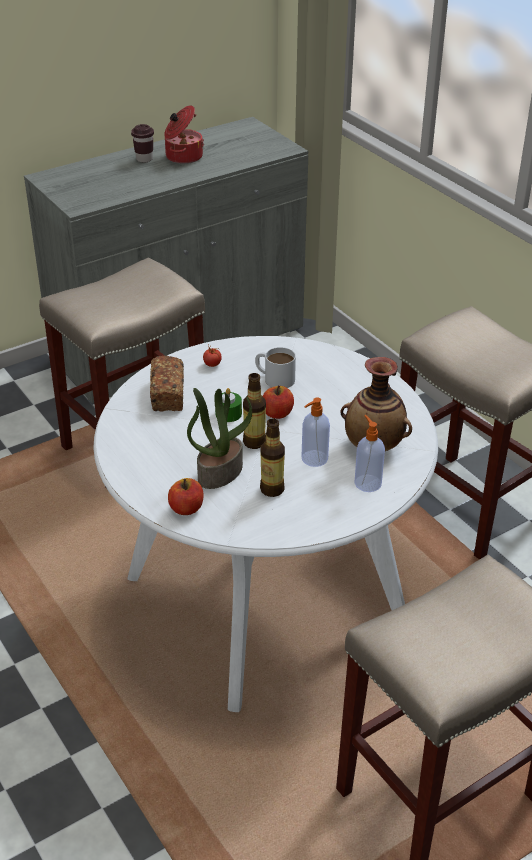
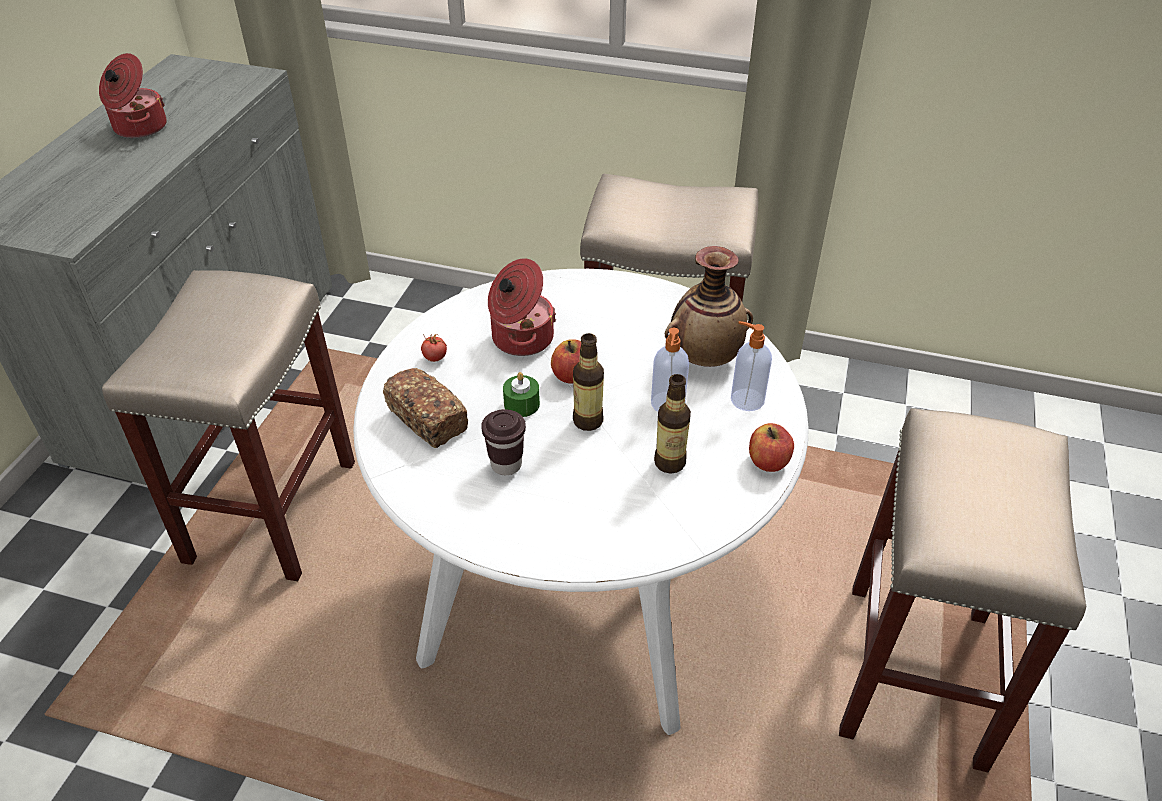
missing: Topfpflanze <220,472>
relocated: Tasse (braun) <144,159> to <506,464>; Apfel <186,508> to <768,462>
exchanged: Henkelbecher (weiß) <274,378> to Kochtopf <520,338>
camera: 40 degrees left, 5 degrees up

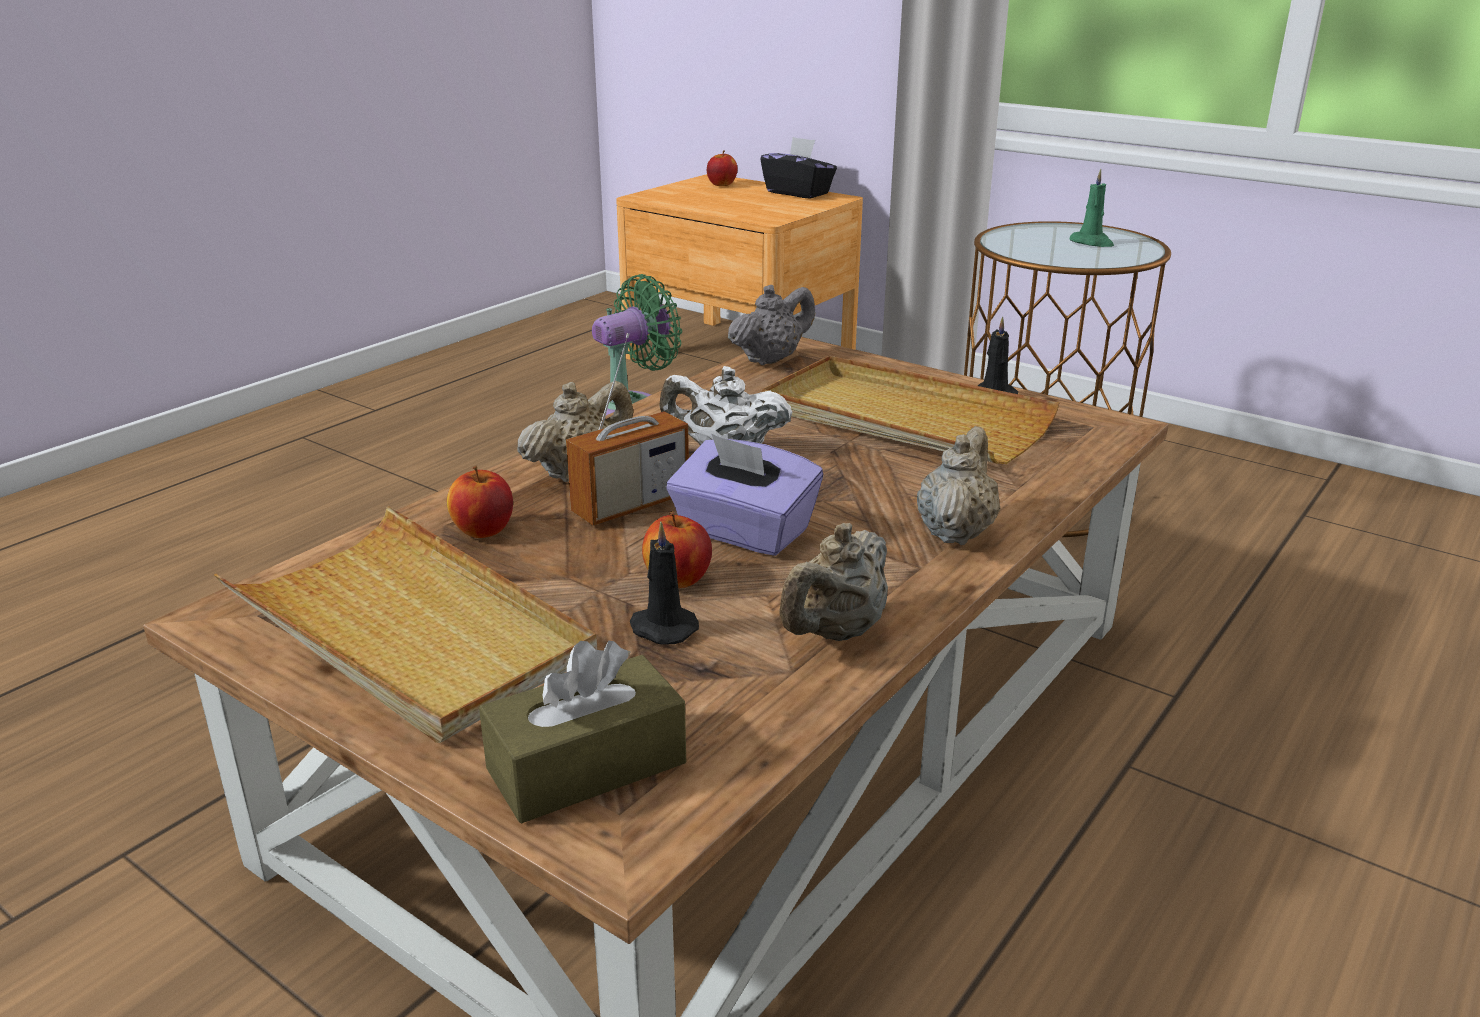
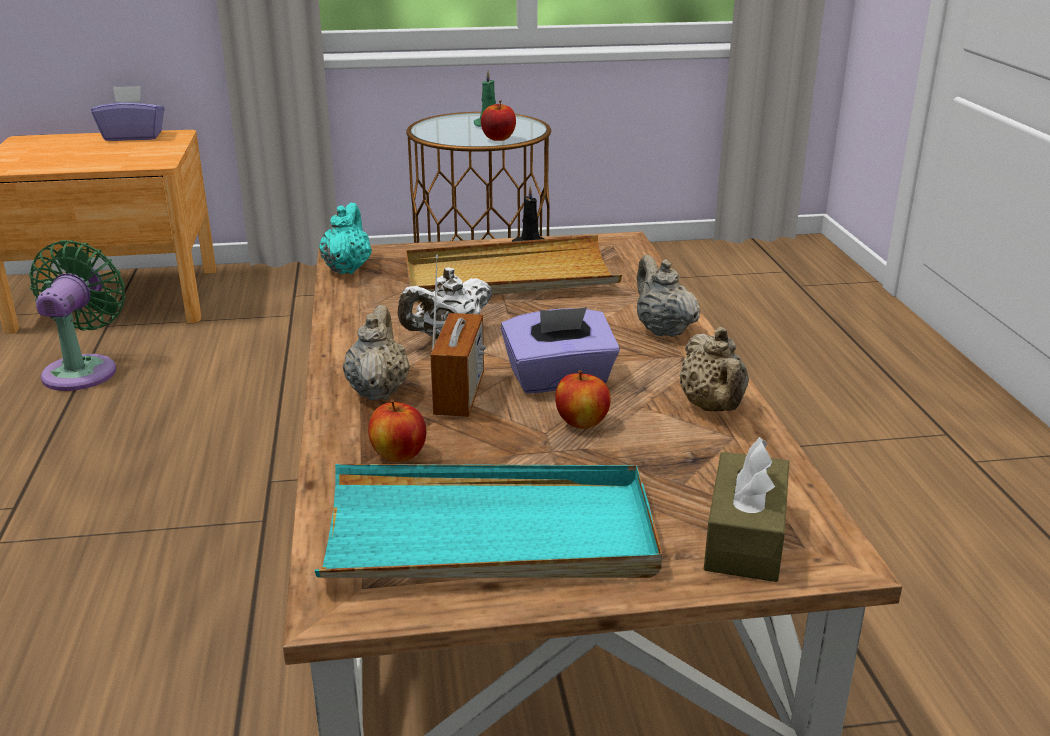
missing: Kerze (schwarz) <661,628>
relocated: Apfel <722,185> to <498,139>
colour: Tablett (beige) <409,629> to Tablett (türkis) <490,534>; Teekanne (grau) <771,360> to Teekanne (türkis) <347,268>; Taschentuchbox (schwarz) <798,193> to Taschentuchbox (lila) <133,136>
camera: 45 degrees left, 0 degrees up

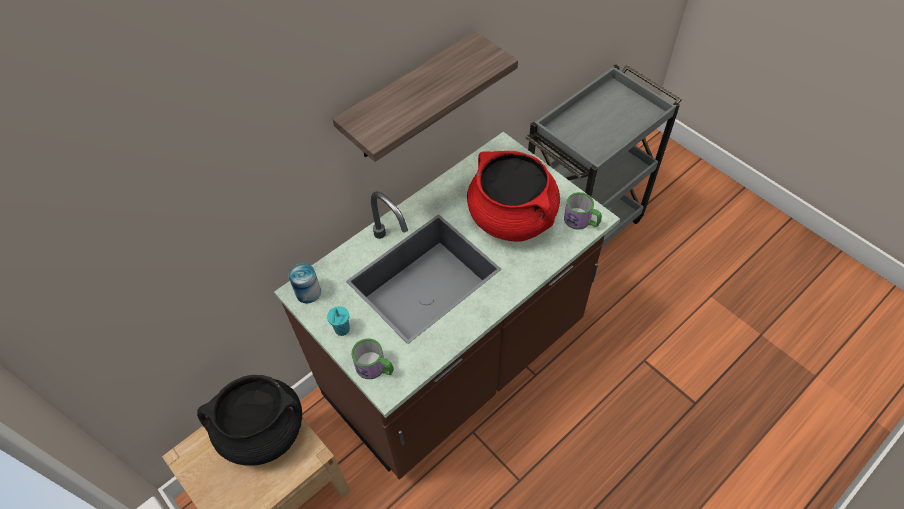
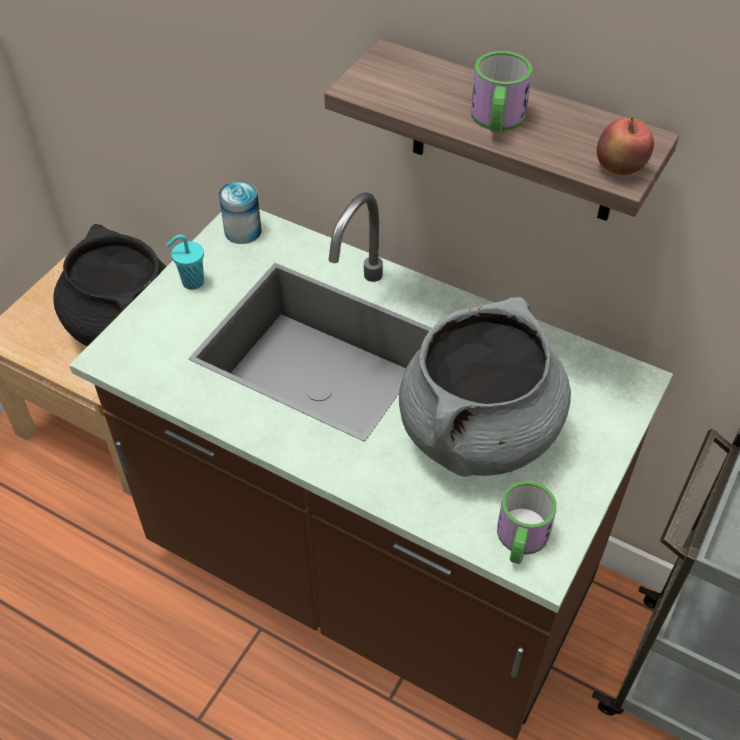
appeared: Apfel <619,169>
relocated: Henkelbecher <375,368> to <497,120>
colour: Kochtopf (rot) <512,218> to Kochtopf (grau) <478,432>
camera: 70 degrees right, 5 degrees down

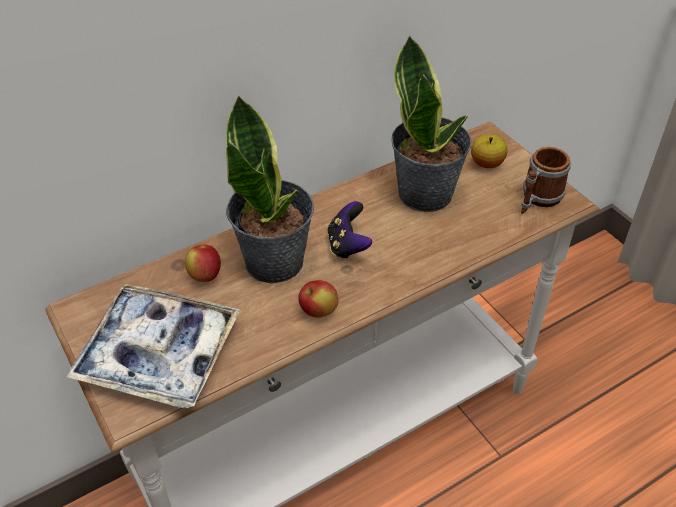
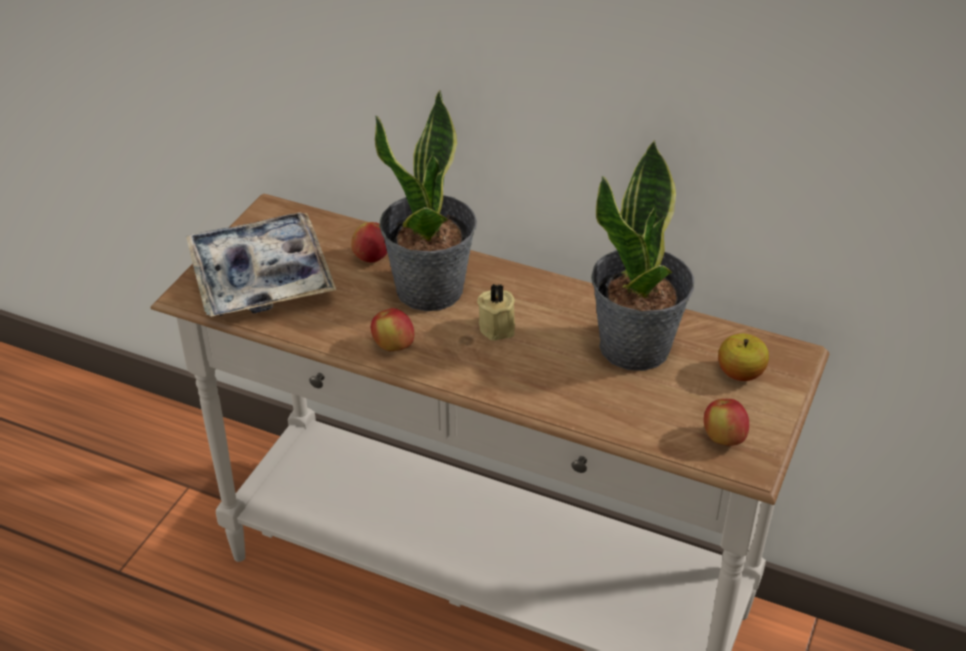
exchanged: Gamepad <348,246> to Kerze (beige) <498,326>; Henkelbecher <537,199> to Apfel <723,438>
camera: 55 degrees right, 5 degrees down

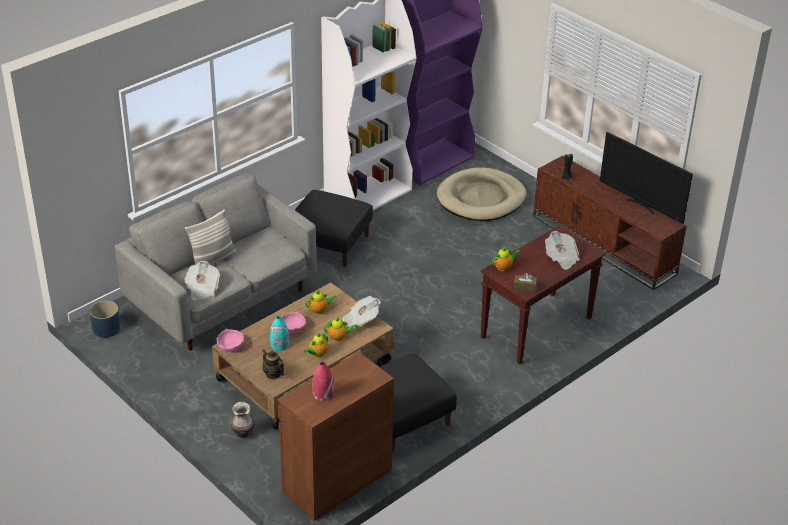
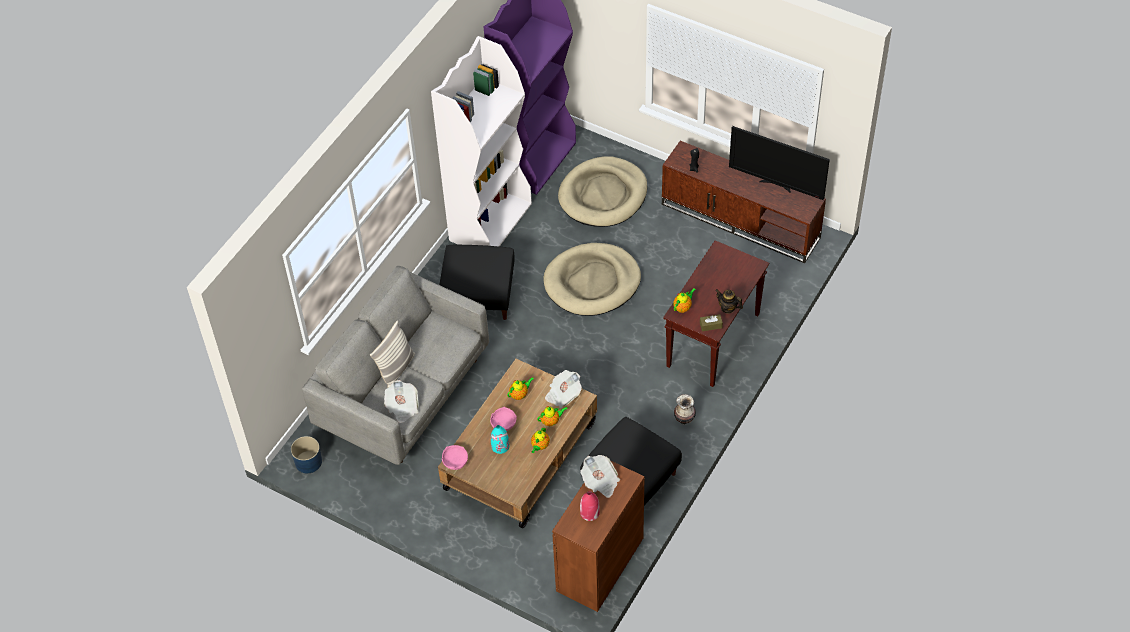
appeared: Hundebett (beige) <592,282>
relocated: Vase <243,433> to <684,419>; Teekanne <273,374> to <728,308>; Zeitung <561,258> to <600,482>
camera: 15 degrees left, 15 degrees up

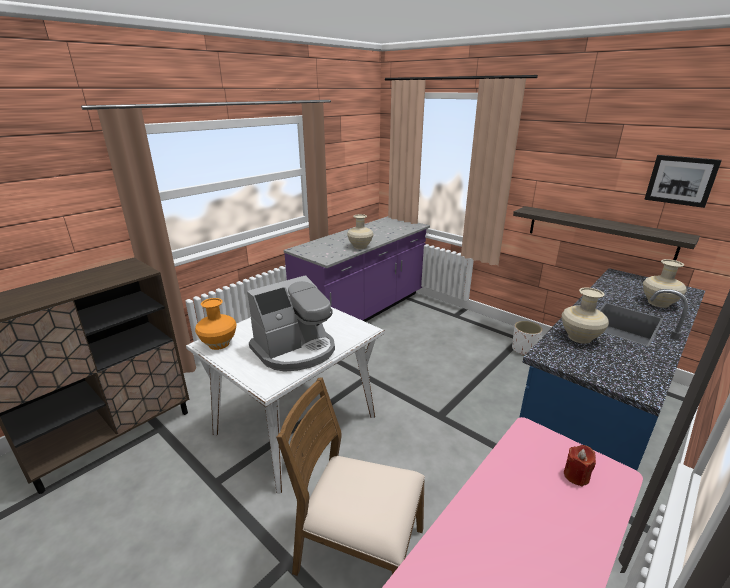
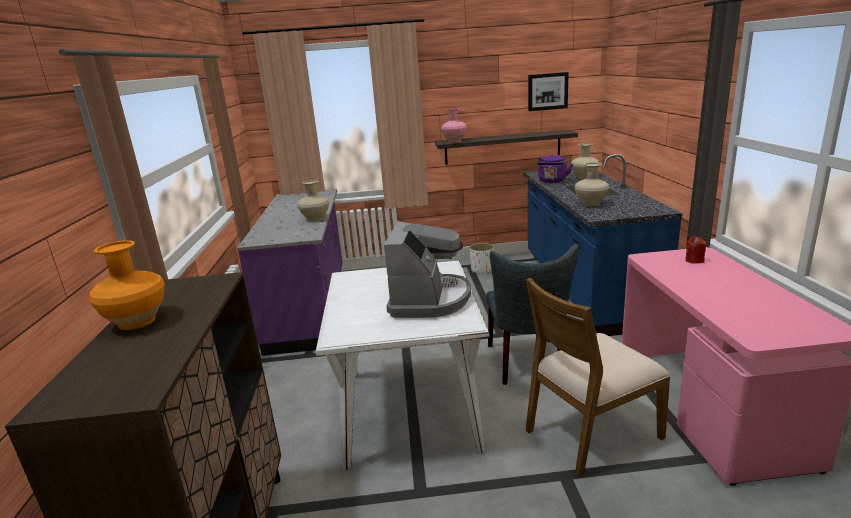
appeared: Vase (rosa) <454,141>; Stuhl (grau) <528,364>; Wasserkessel (lila) <552,181>
relocated: Vase (orange) <219,344> to <137,321>
camera: 45 degrees left, 5 degrees down

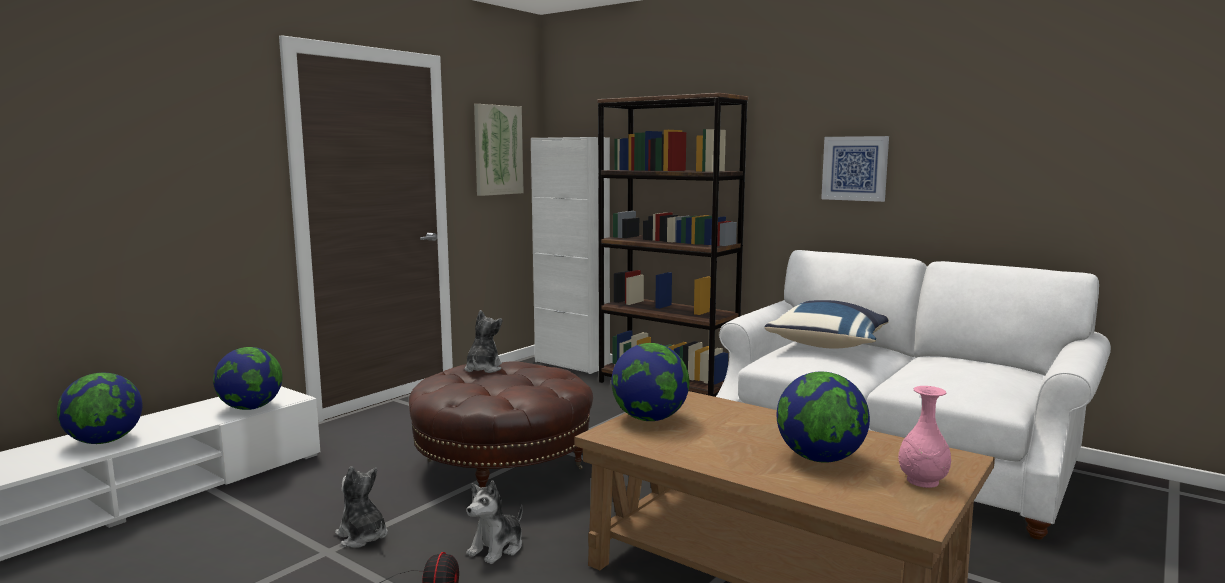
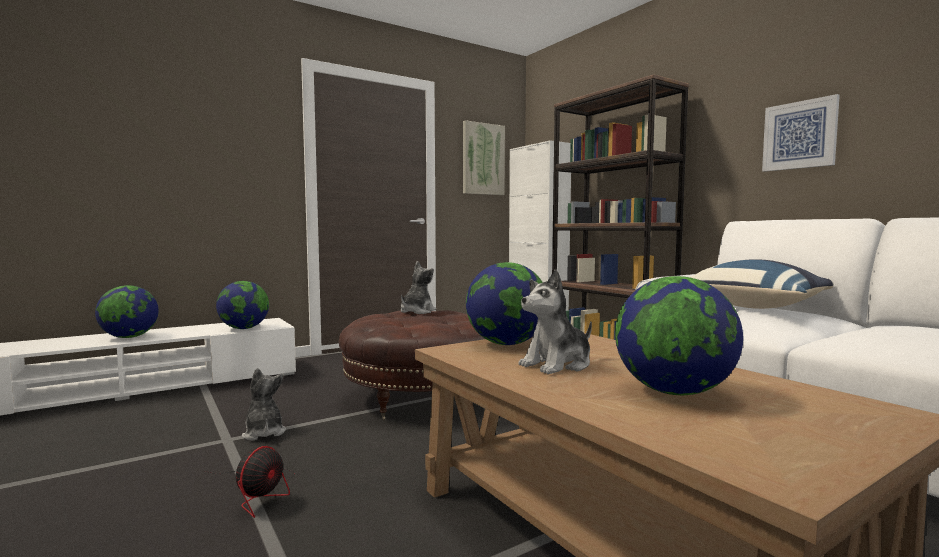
missing: Vase (rosa) <922,481>
relocated: Plüschtier <497,548> to <557,365>
camera: 20 degrees right, 5 degrees down

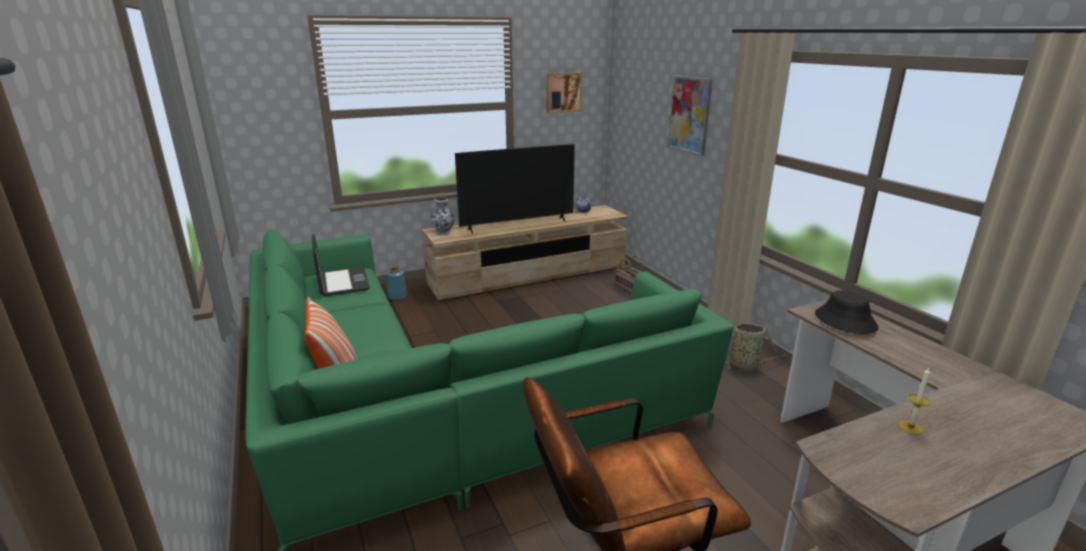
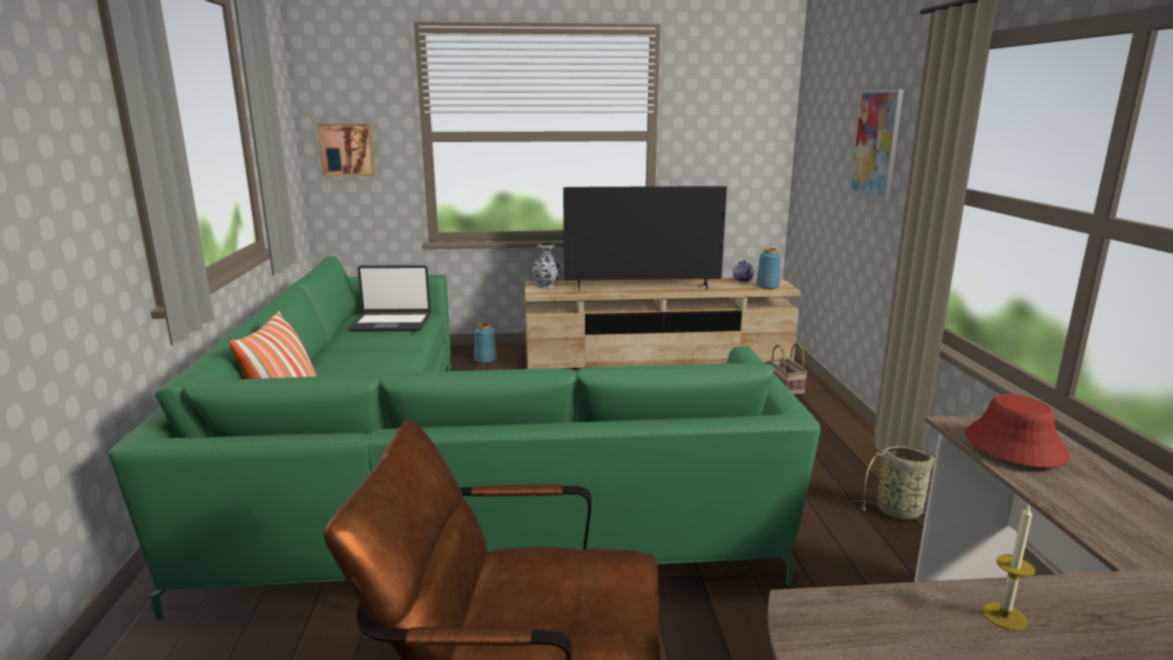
appeared: Vase (blau) <767,286>
relocated: Bild <563,92> to <347,150>
colour: Hut (schwarz) <845,321> to Hut (rot) <1014,445>
spun: Laptop <342,283> = <391,323> 90 degrees clockwise
camera: 20 degrees right, 5 degrees down

